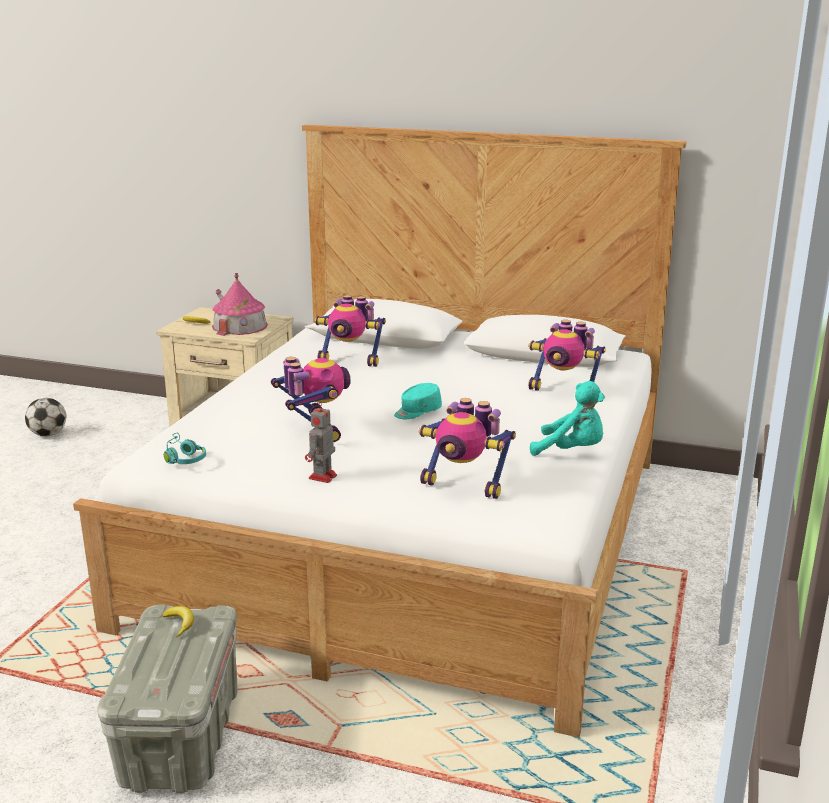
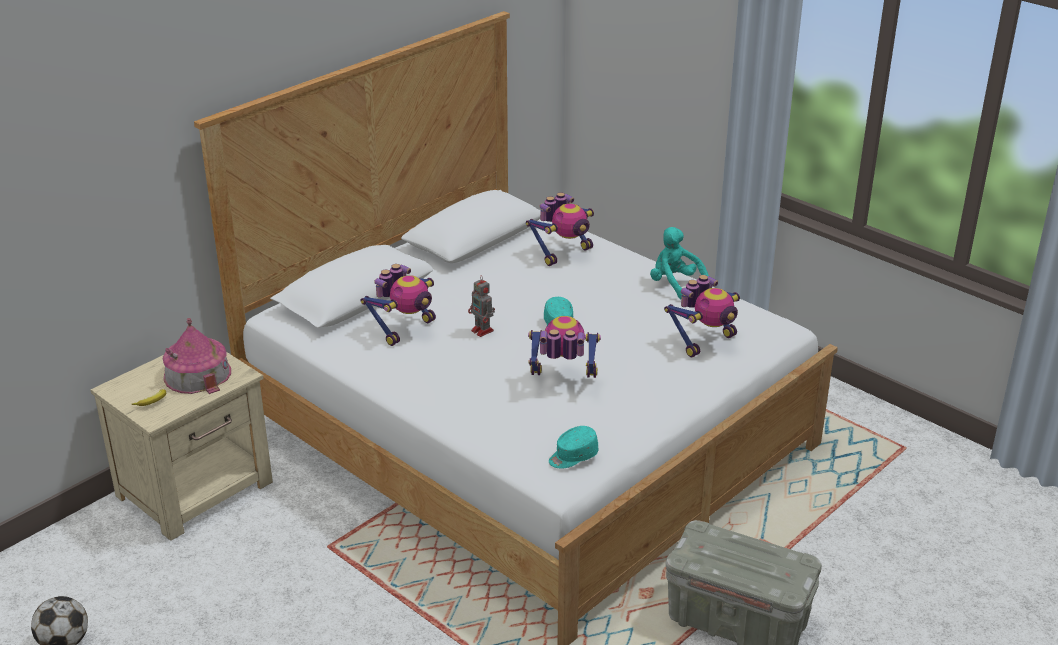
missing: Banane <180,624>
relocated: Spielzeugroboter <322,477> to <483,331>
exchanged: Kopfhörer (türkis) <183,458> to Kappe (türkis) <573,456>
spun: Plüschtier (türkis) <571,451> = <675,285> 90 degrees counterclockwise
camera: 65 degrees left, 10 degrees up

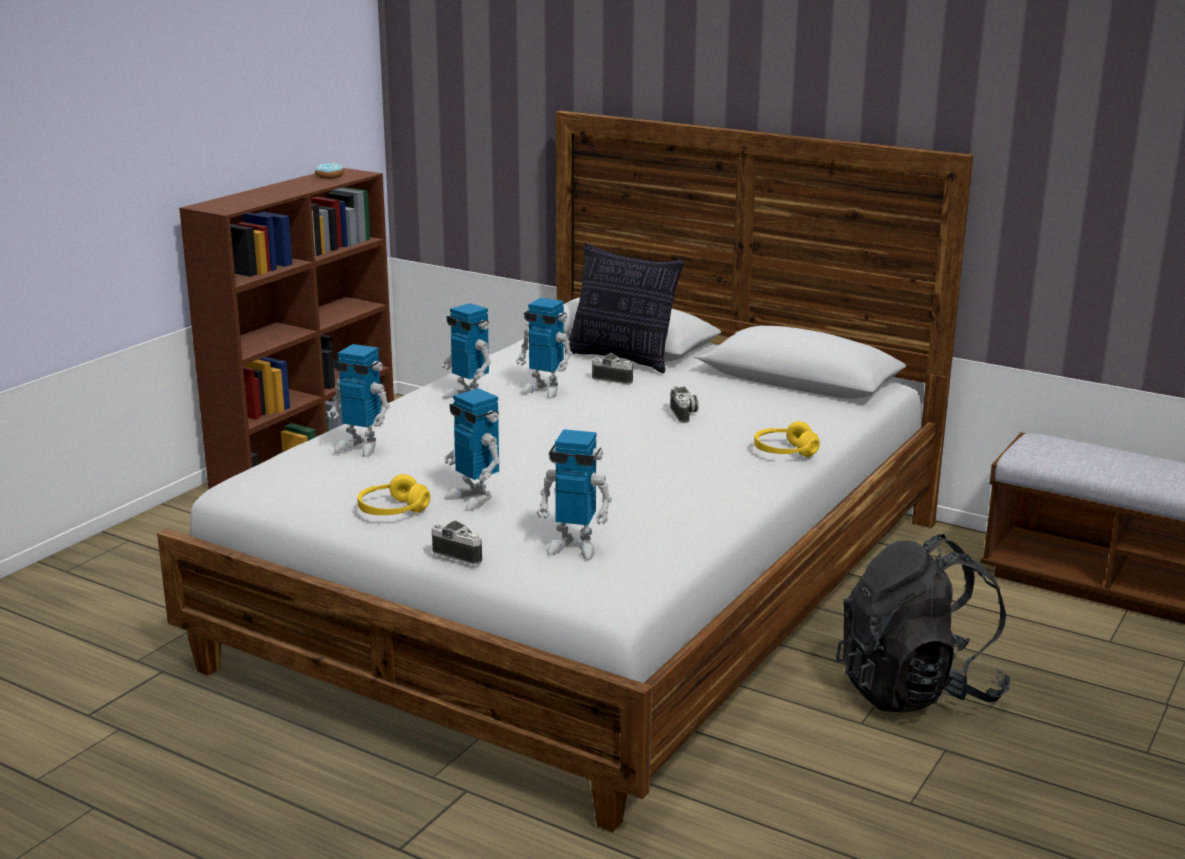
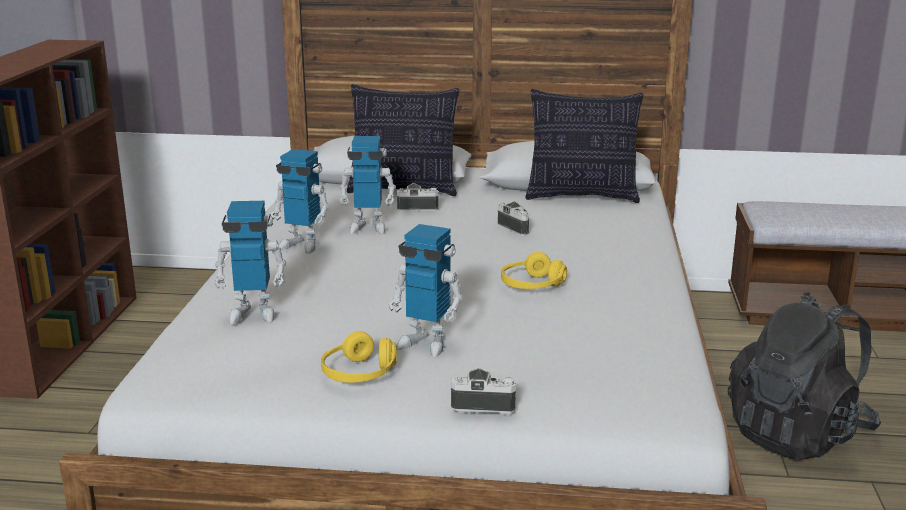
missing: Donut <329,176>; Spielzeugroboter <574,547>
appeared: Kissen <582,196>
relocated: Kopfhörer (gelb) <784,452> to <532,285>
camera: 25 degrees left, 0 degrees up

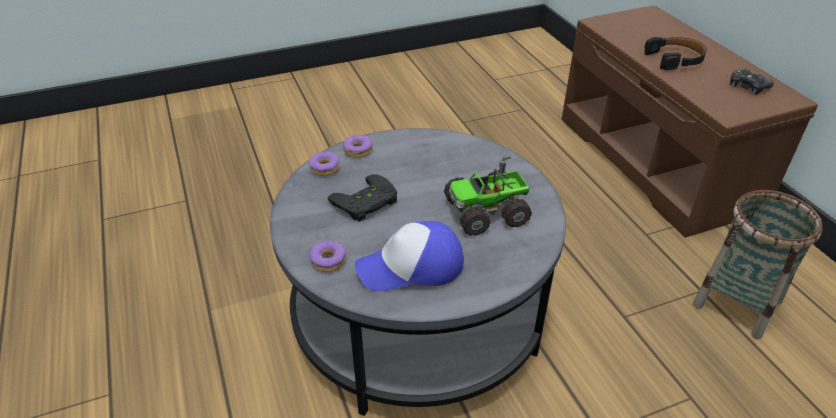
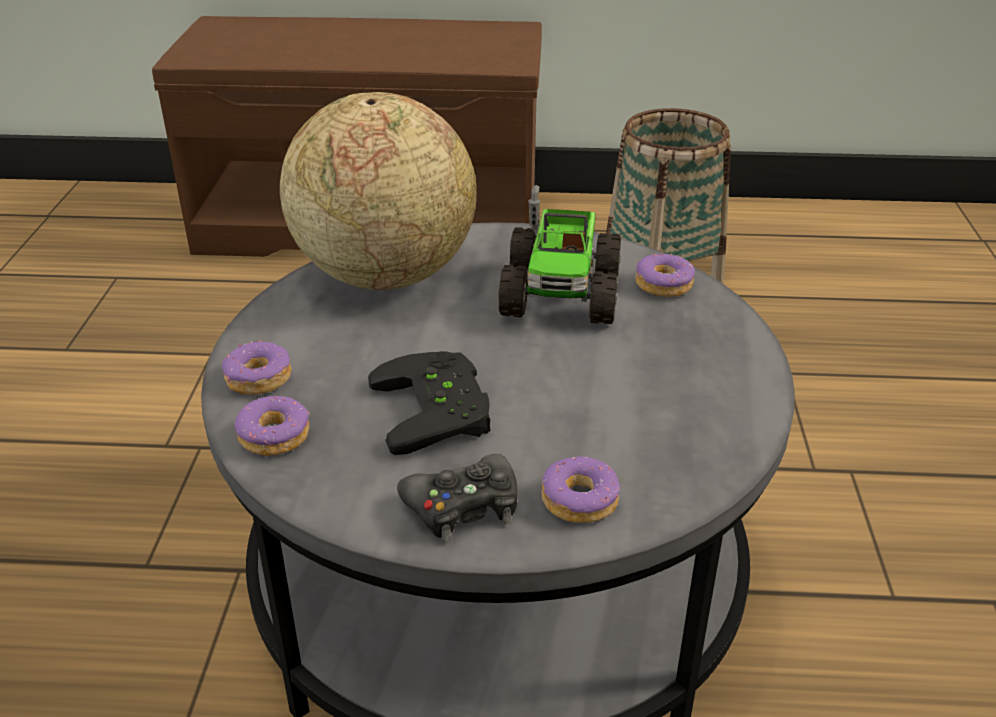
missing: Kappe <411,267>; Kopfhörer (schwarz) <675,59>
appeared: Globus <384,275>; Donut <664,284>
relocated: Gamepad (schwarz) <747,86> to <463,507>
camera: 65 degrees left, 5 degrees down

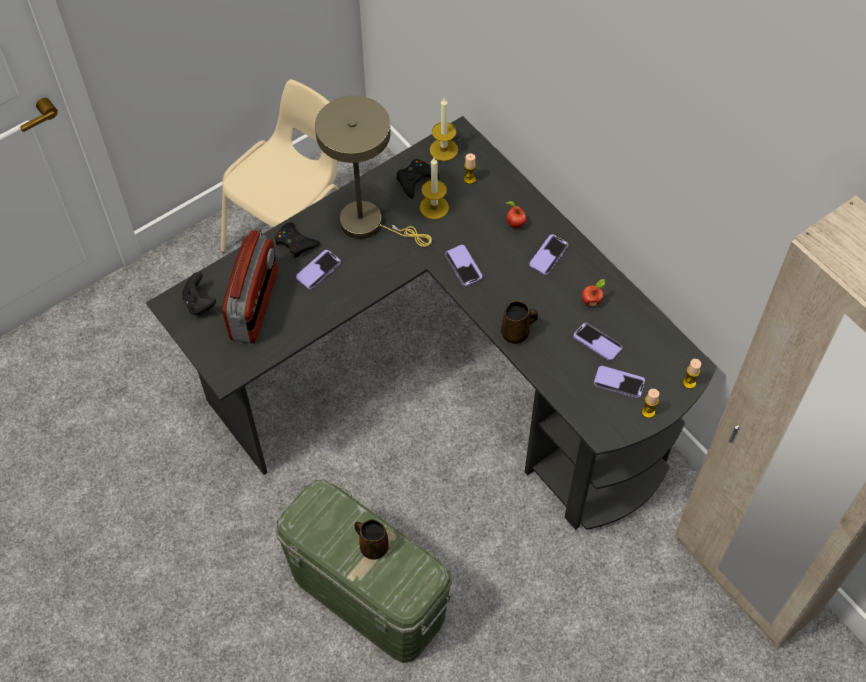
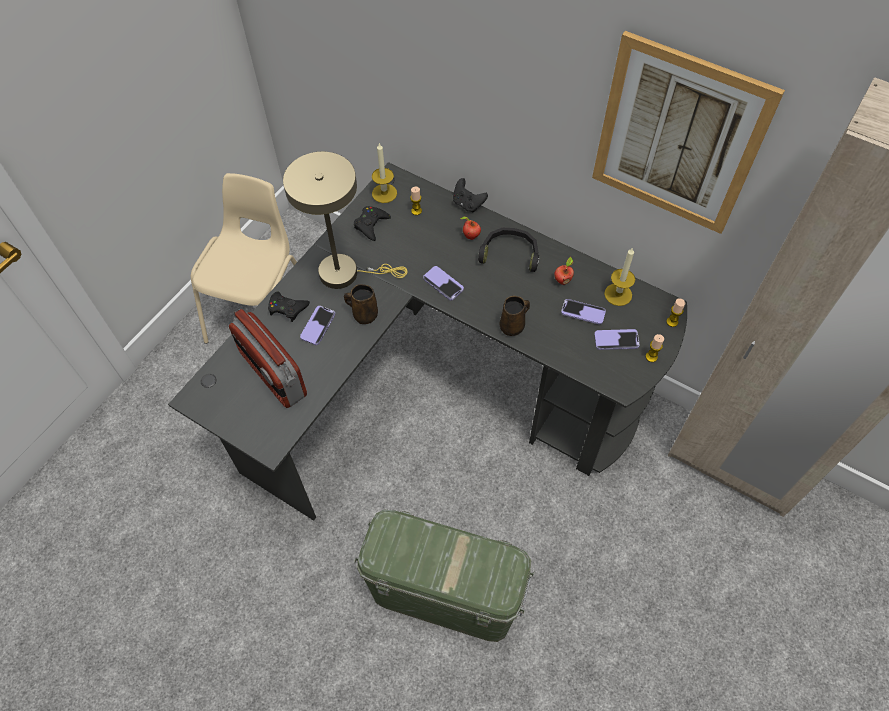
appeared: Bild <677,137>
relocated: Gamepad (schwarz) <199,303> to <468,204>; Henkelbecher (braun) <372,546> to <364,314>; Kerze <434,207> to <618,294>
exchanged: Handy <548,256> to Kopfhörer (schwarz) <510,253>
spun: Radio <255,305> = <272,374> 150 degrees clockwise
camera: 20 degrees left, 0 degrees up

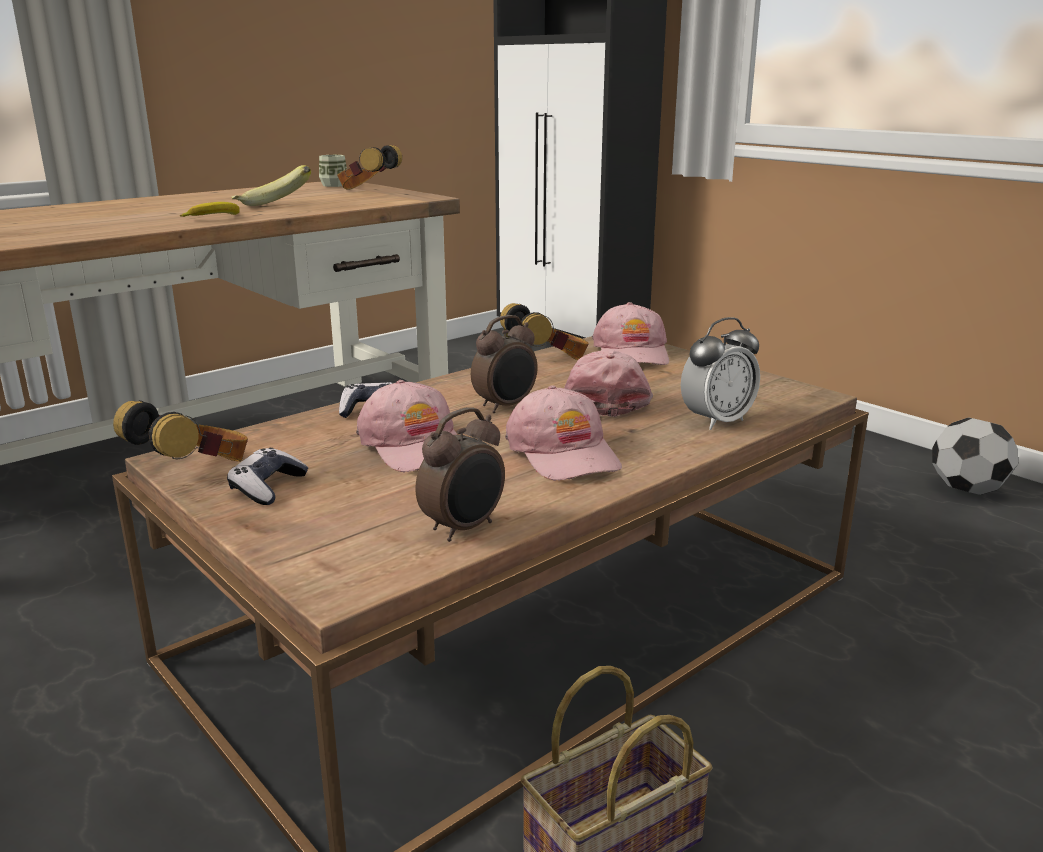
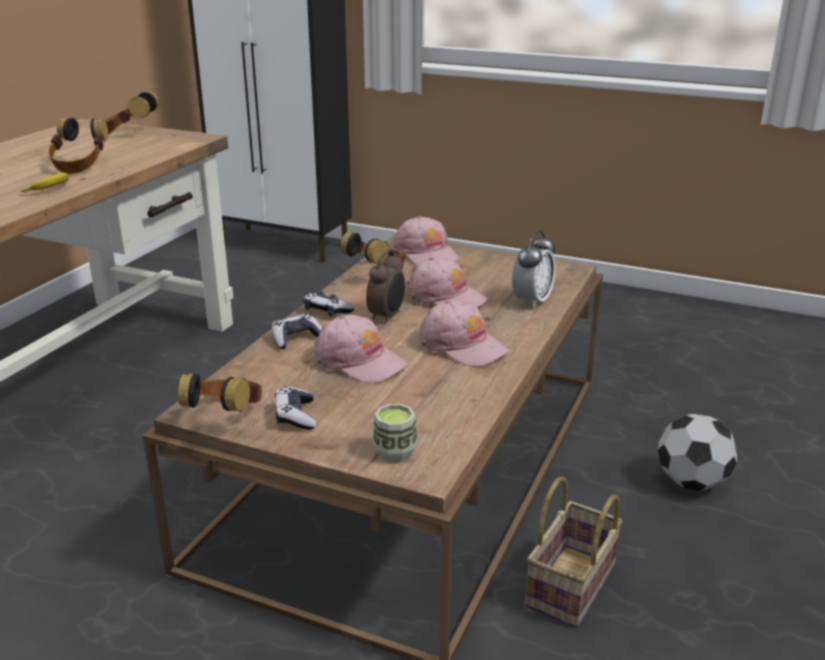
missing: Wecker <464,528>
appeared: Gamepad <327,311>
relocated: Tasse <334,185> to <395,452>; Fußball <967,490> to <691,482>
exchanged: Banane <273,207> to Kopfhörer <80,167>
spun: Kappe (rosa) <604,399> = <446,297> 150 degrees clockwise
camera: 25 degrees left, 5 degrees up

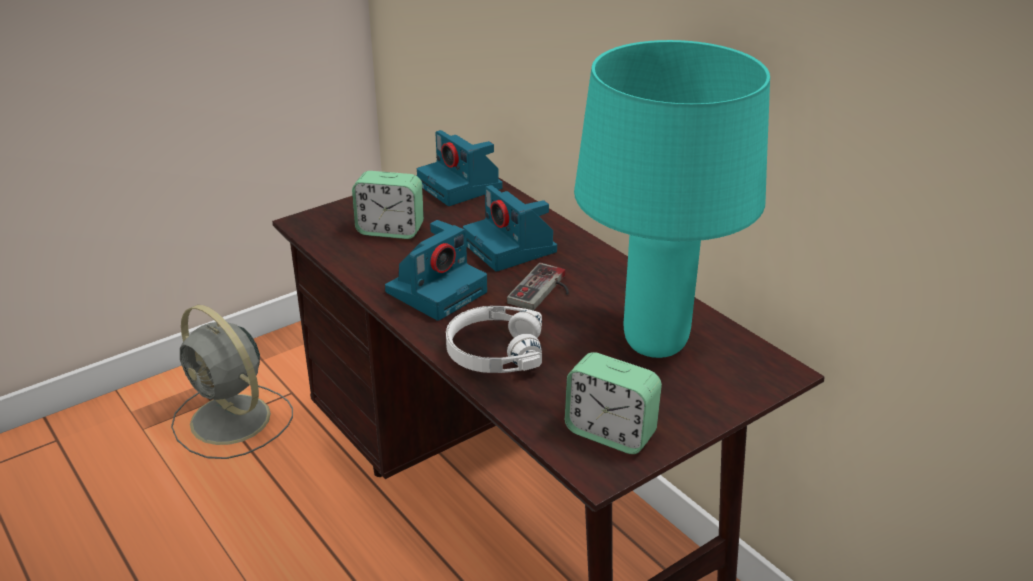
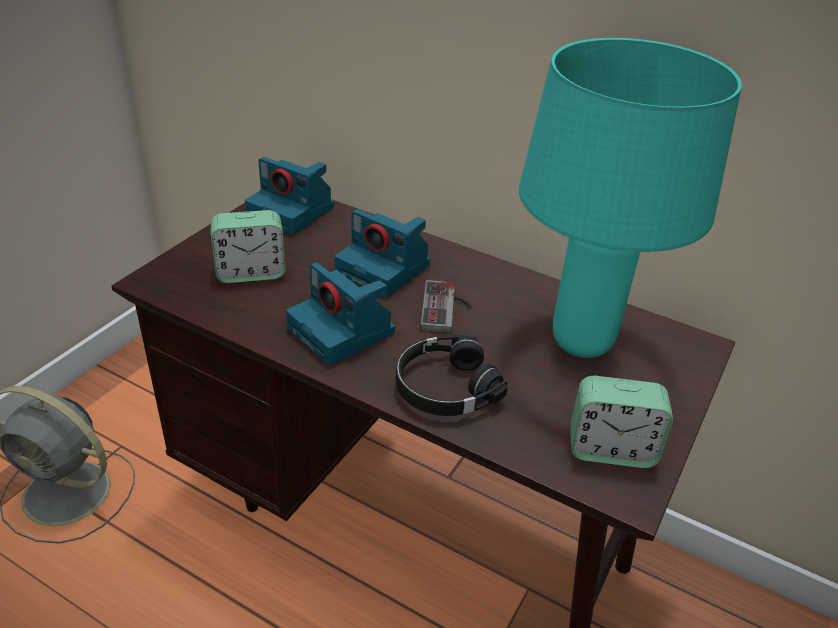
colour: Kopfhörer (weiß) <494,351> to Kopfhörer (schwarz) <444,387>
spun: Kamera <437,291> = <343,331> 120 degrees clockwise
camera: 25 degrees left, 5 degrees up

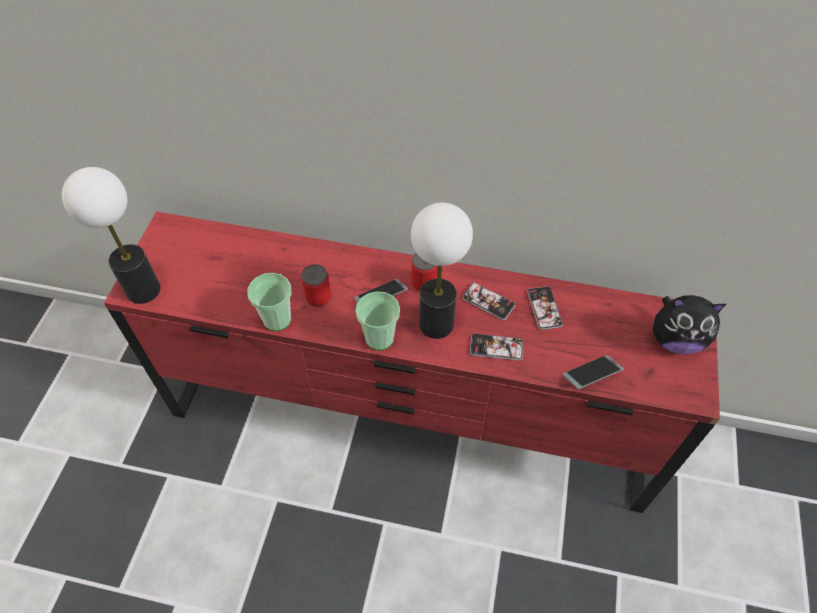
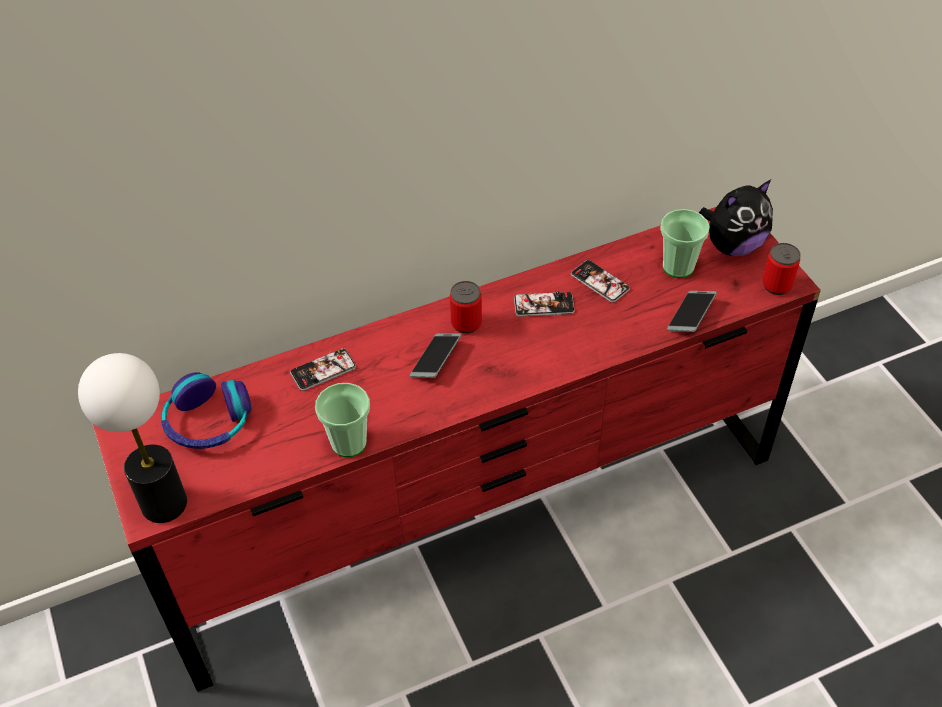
missing: Tischlampe <436,323>
appeared: Kopfhörer <208,422>
relocated: Dose <318,297> to <777,285>; Tasse <379,338> to <678,267>; Handy <496,347> to <323,370>
camera: 35 degrees left, 5 degrees down

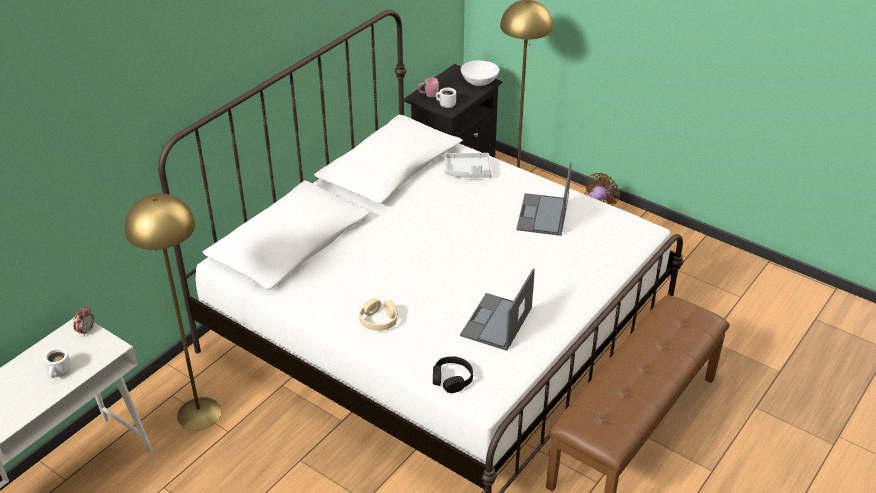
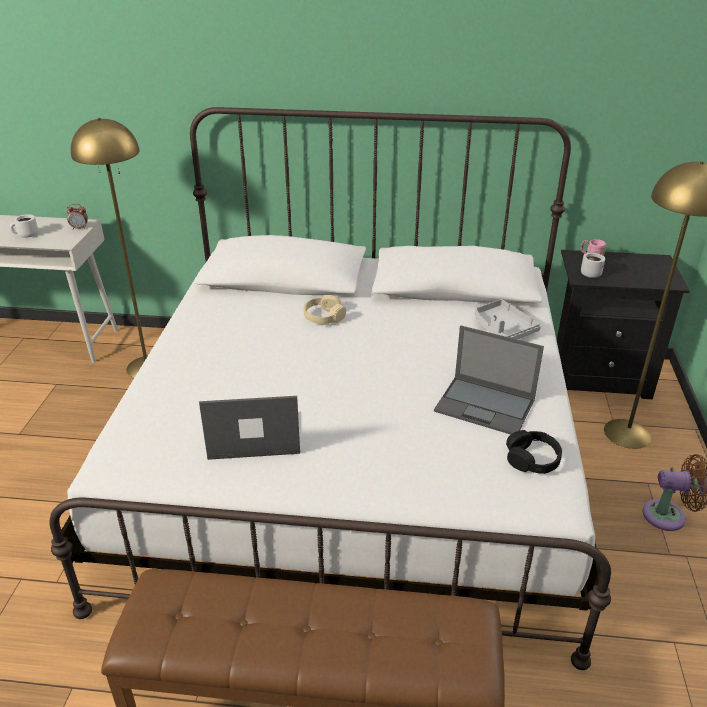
missing: Schüssel (weiß) <480,81>
relocated: Kopfhörer (beige) <379,320> to <324,317>; Kopfhörer (schwarz) <452,379> to <532,459>
spun: Laptop <543,215> = <486,405> 135 degrees counterclockwise
camera: 60 degrees right, 5 degrees down

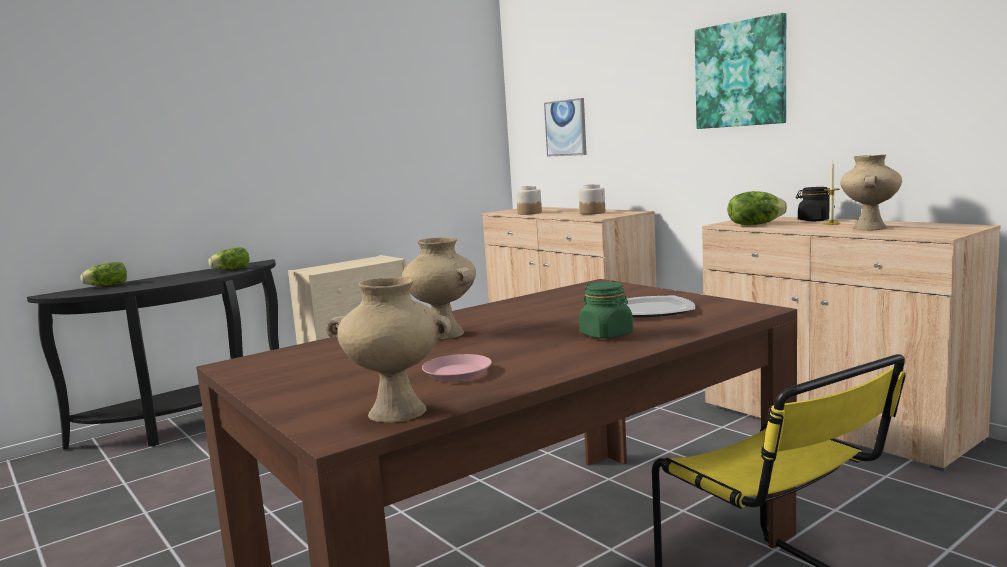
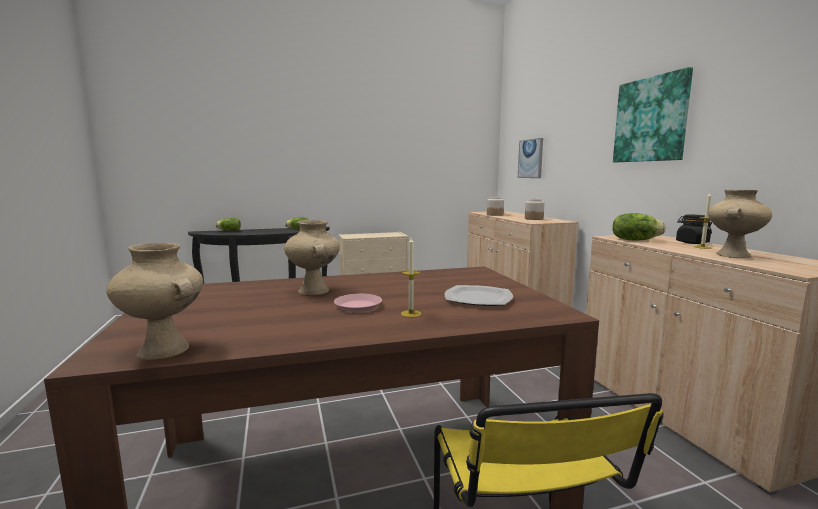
relocated: Teller (rosa) <457,373> to <358,306>
exchanged: Vorratsglas (grün) <606,335> to Kerze <411,314>
camera: 20 degrees right, 0 degrees up

